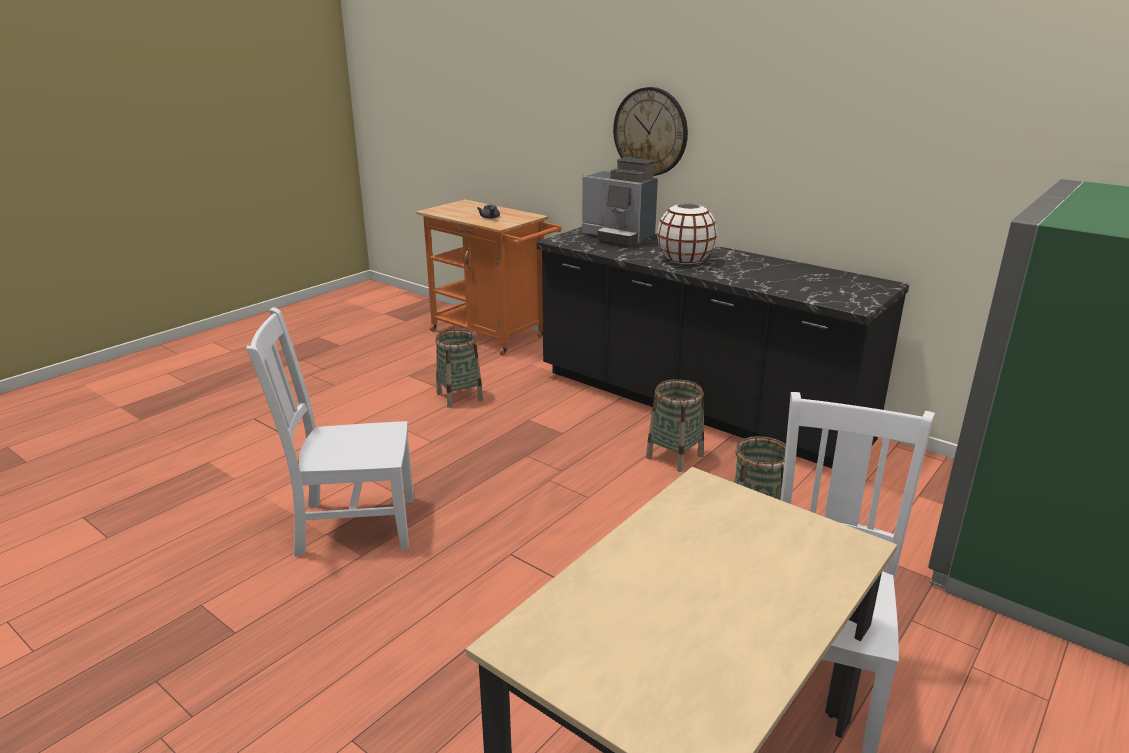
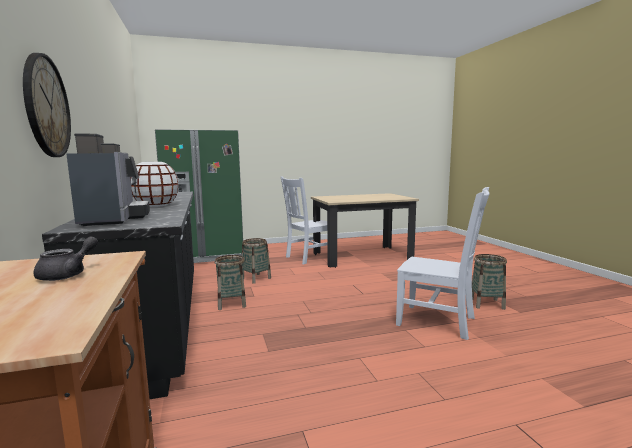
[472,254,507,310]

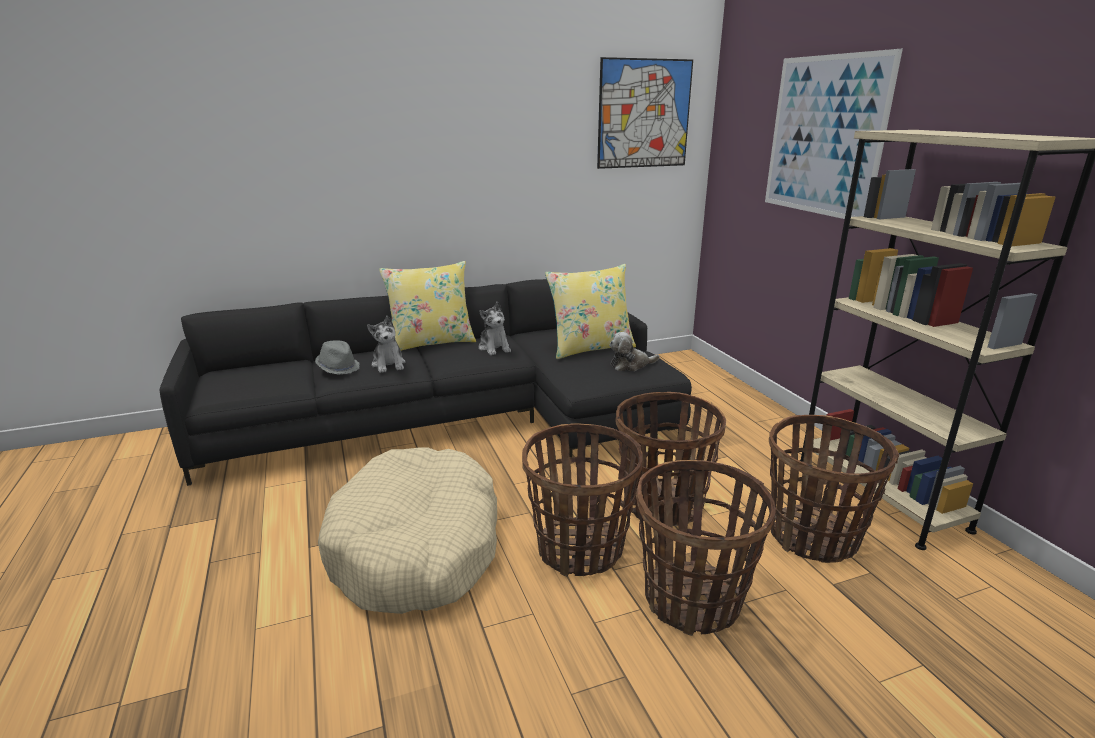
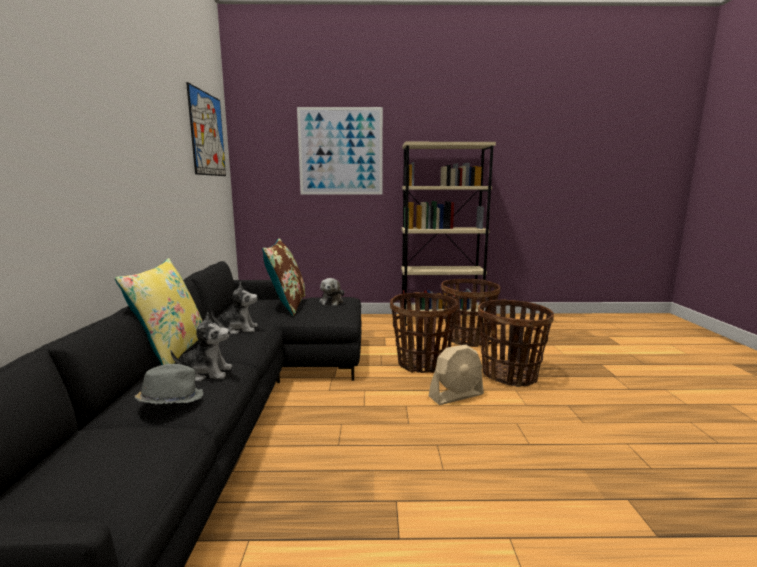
[262,239,305,316]
[429,345,484,405]
[318,447,497,614] (first image)

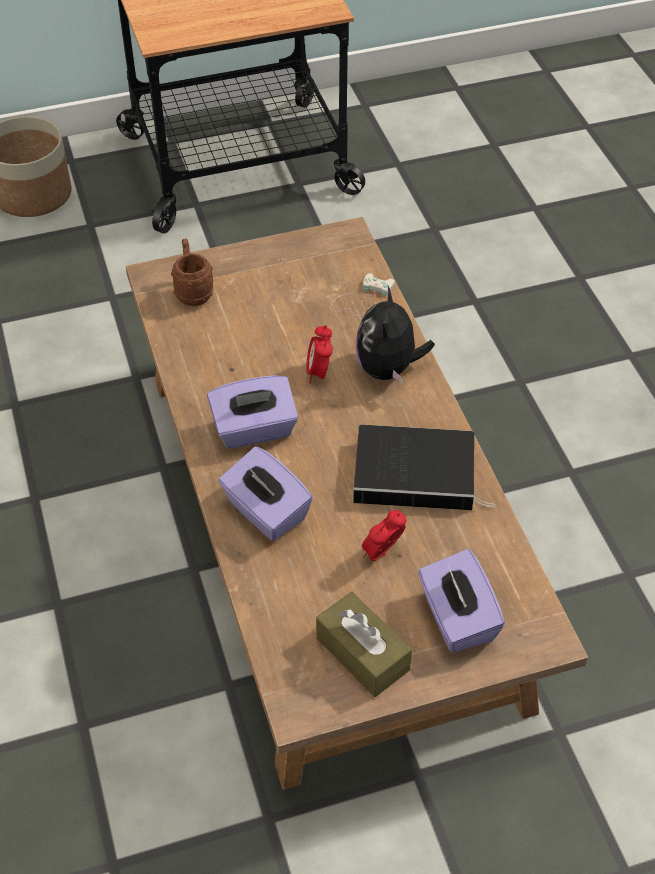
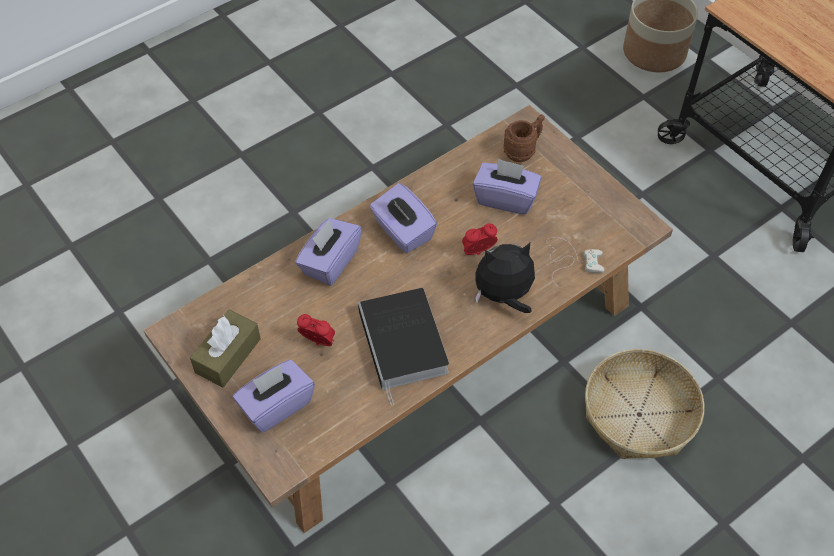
[473,158,541,215]
[585,349,705,459]

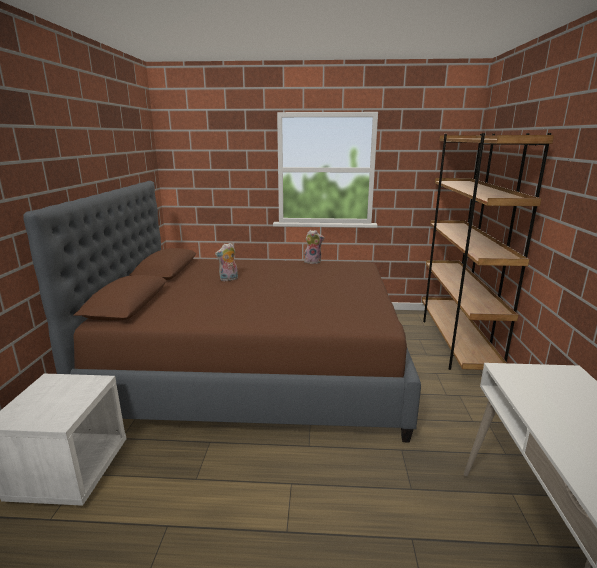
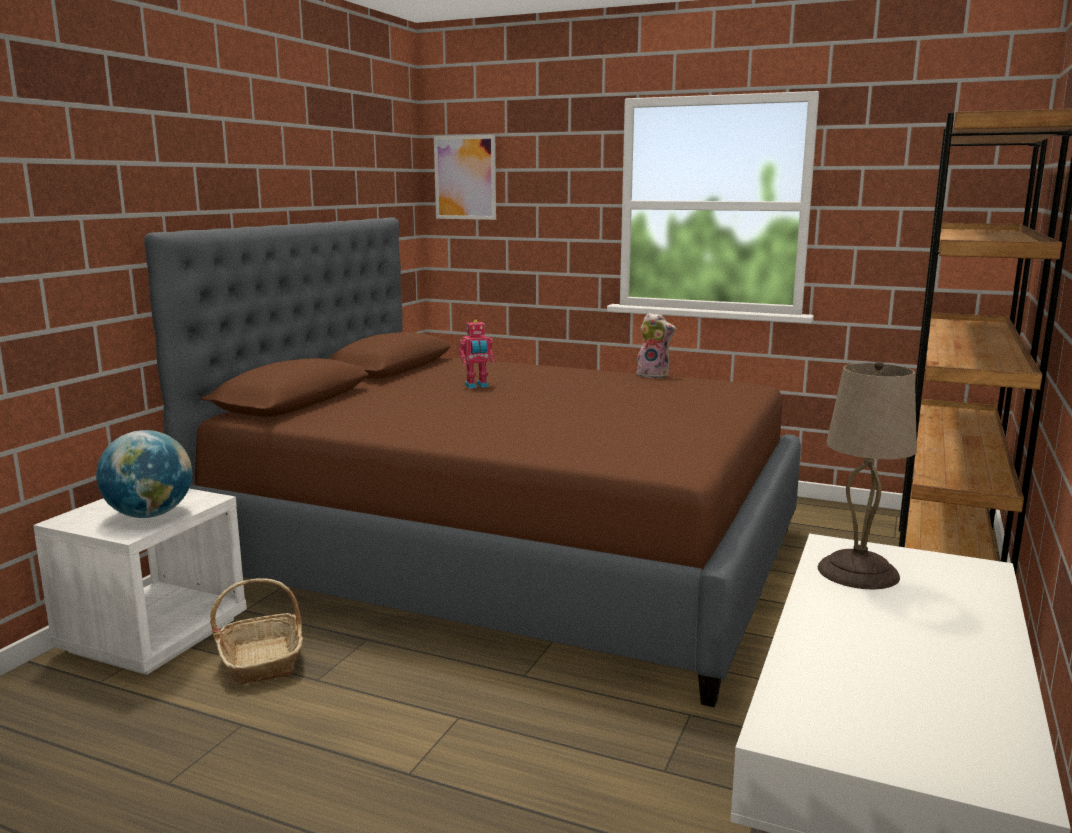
[459,320,494,389]
[434,135,496,220]
[818,361,917,589]
[96,430,192,518]
[210,578,303,685]

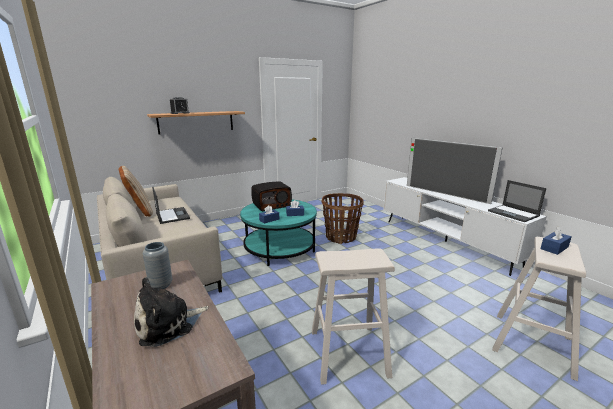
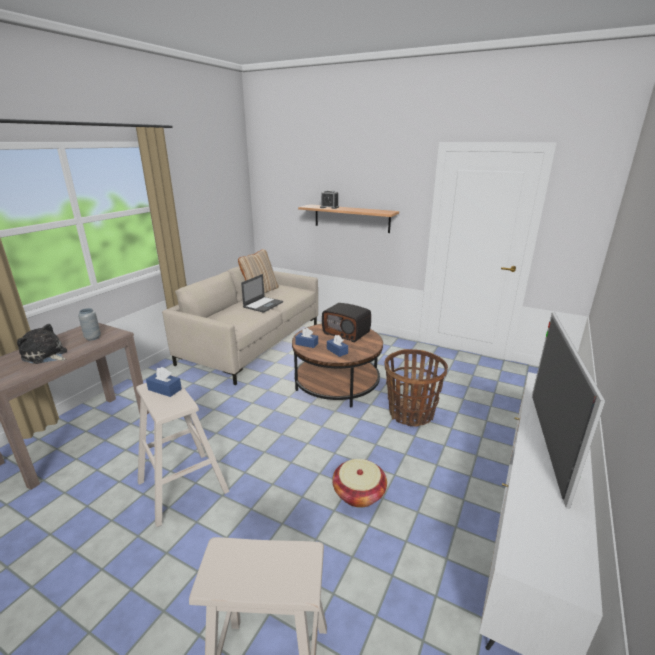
[488,180,546,222] (first image)
[292,324,383,408]
[146,367,182,397]
[332,459,387,508]

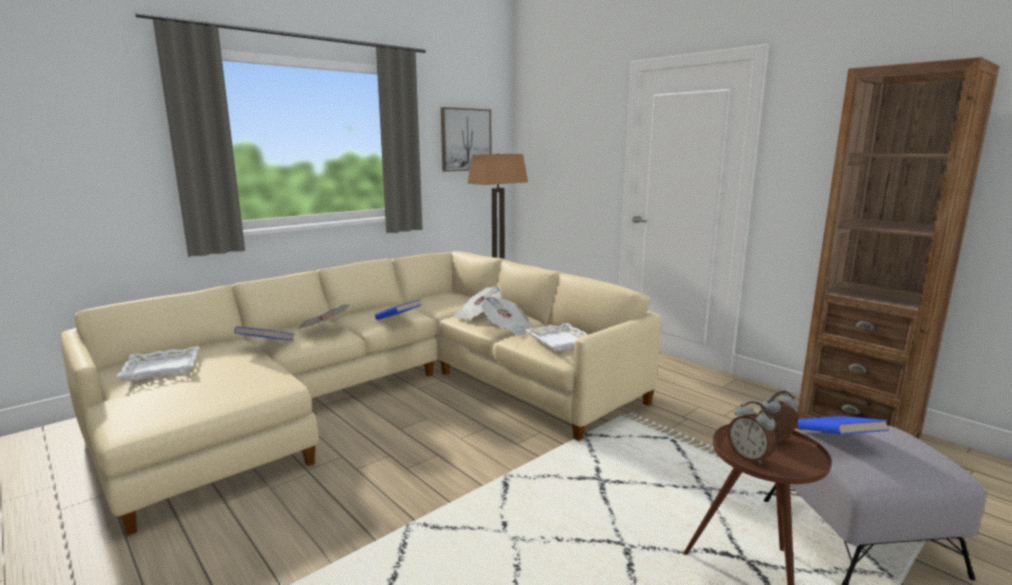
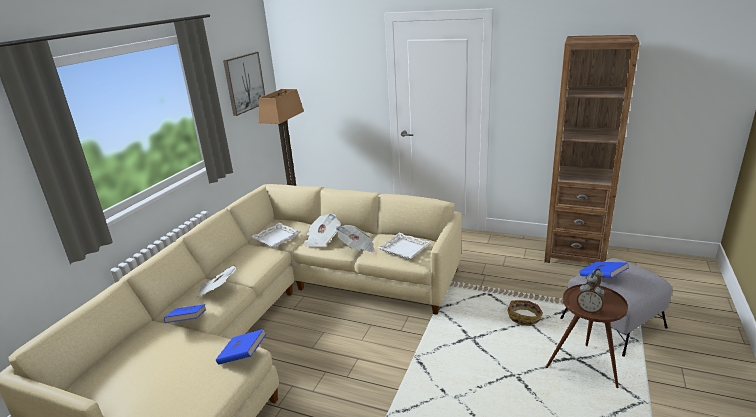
[216,329,267,364]
[251,223,301,248]
[507,300,543,326]

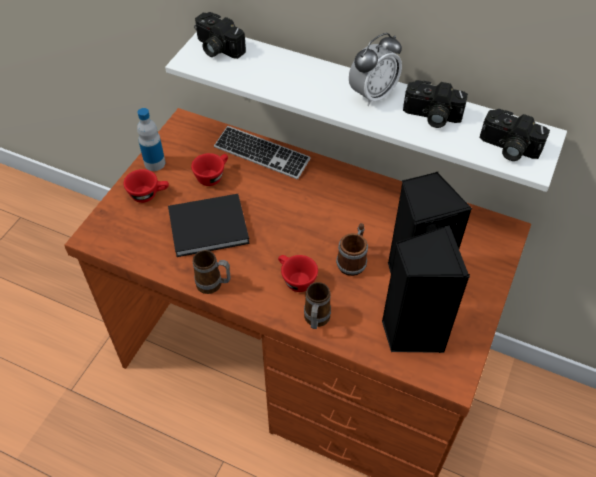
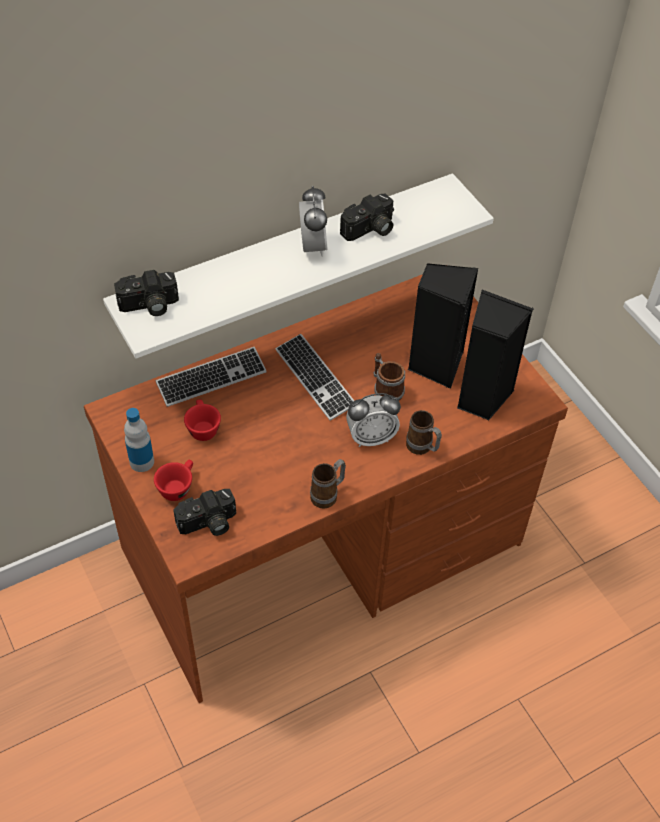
[173,489,236,536]
[168,194,250,257] (first image)
[346,393,401,447]
[275,334,354,421]

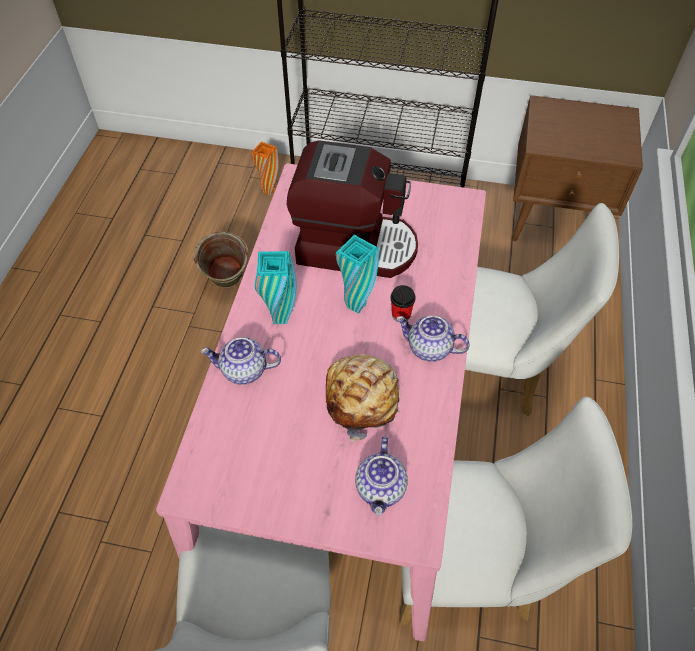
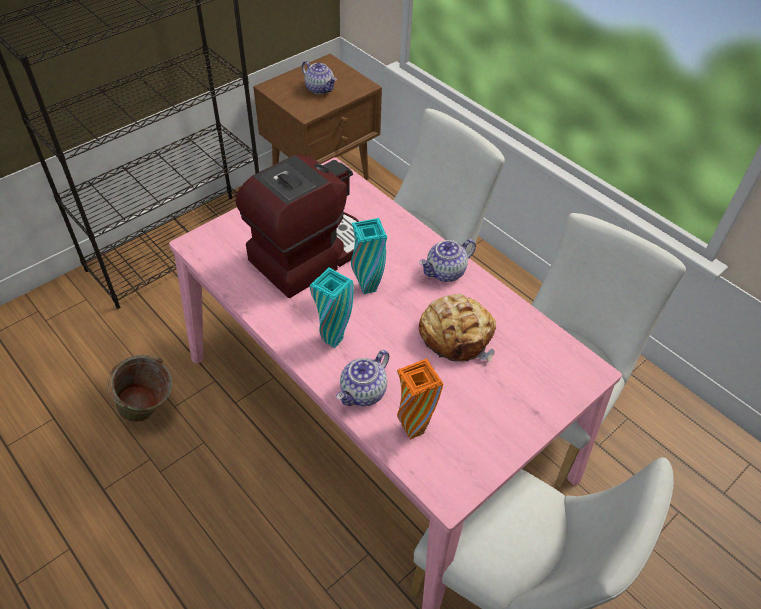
[397,358,443,440]
[390,285,416,322] (first image)
[302,61,337,94]

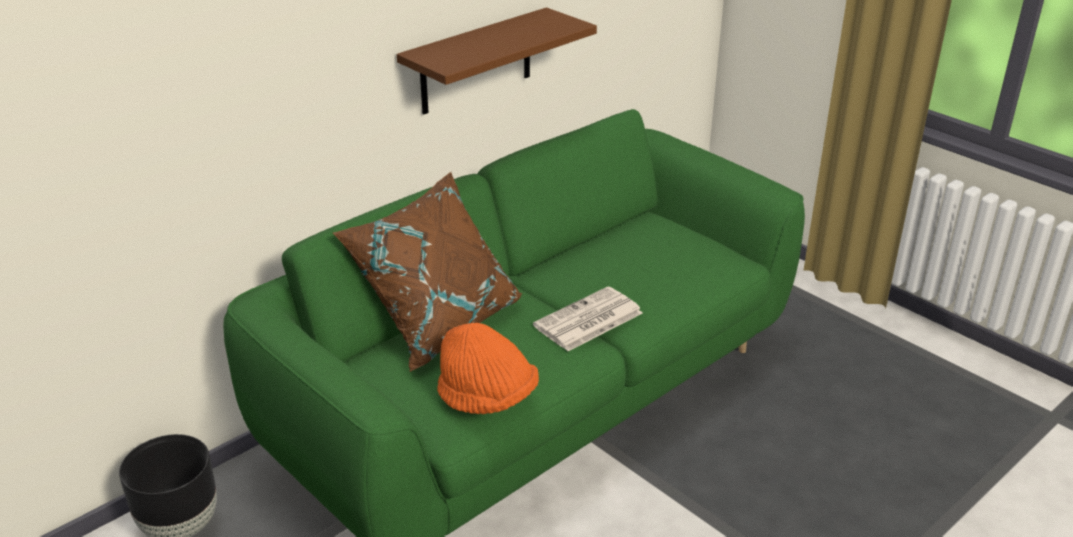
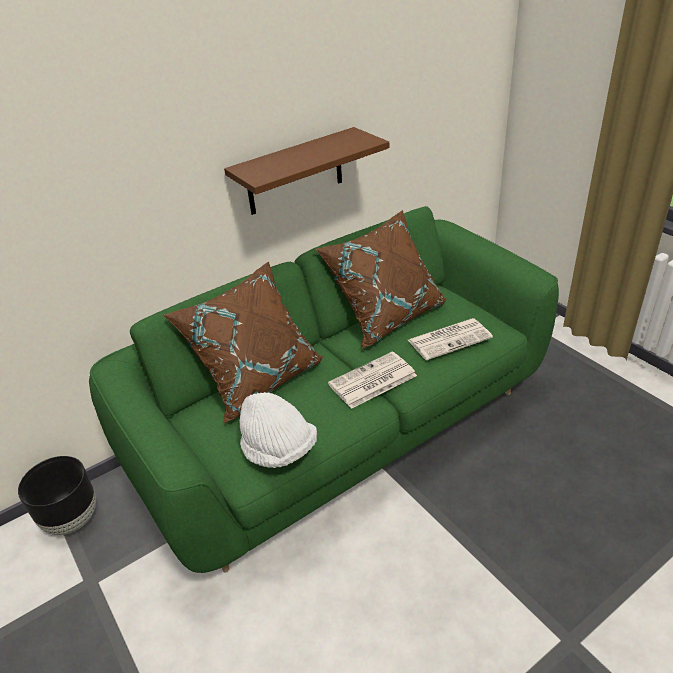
[239,392,317,468]
[315,210,447,348]
[408,318,493,360]

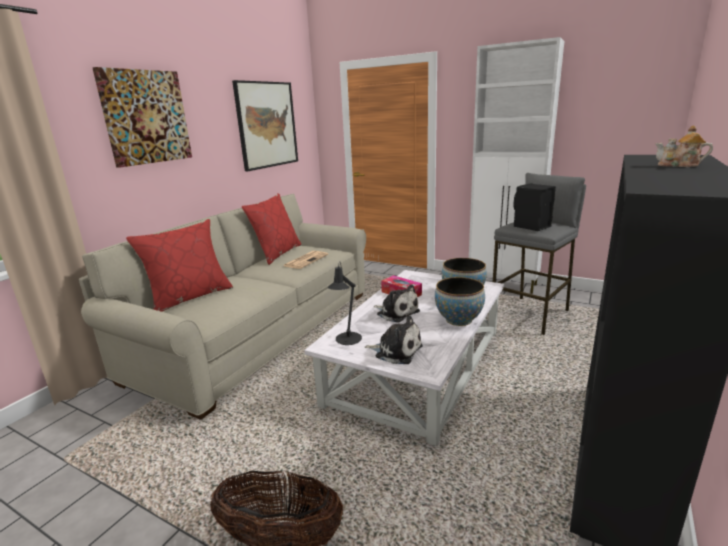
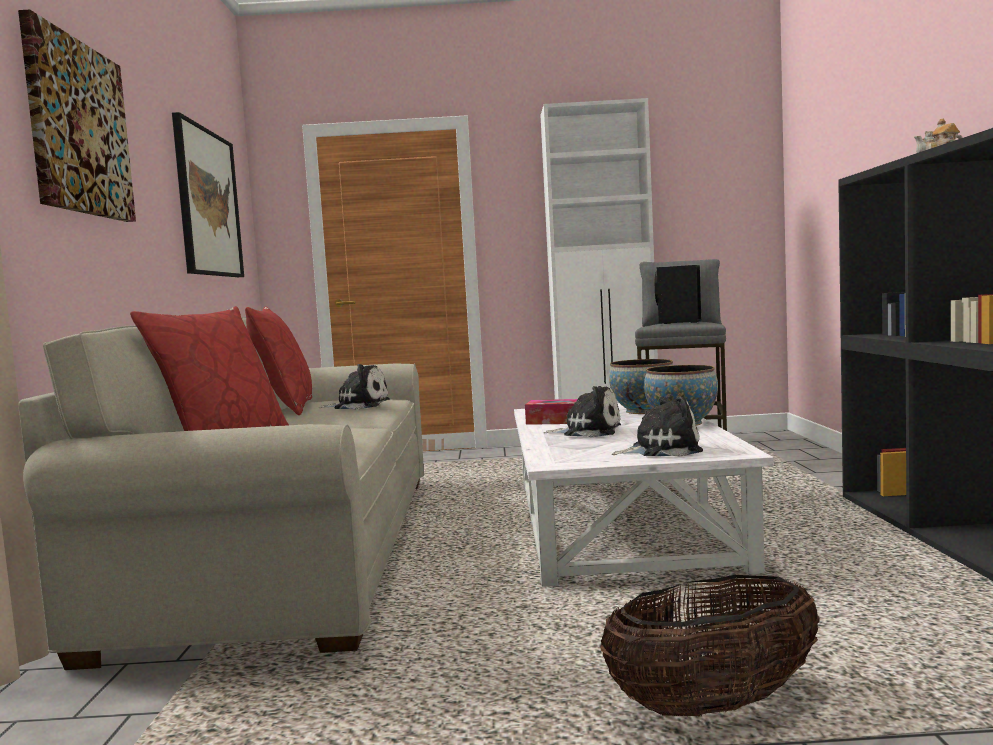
[319,364,390,410]
[328,261,362,345] (first image)

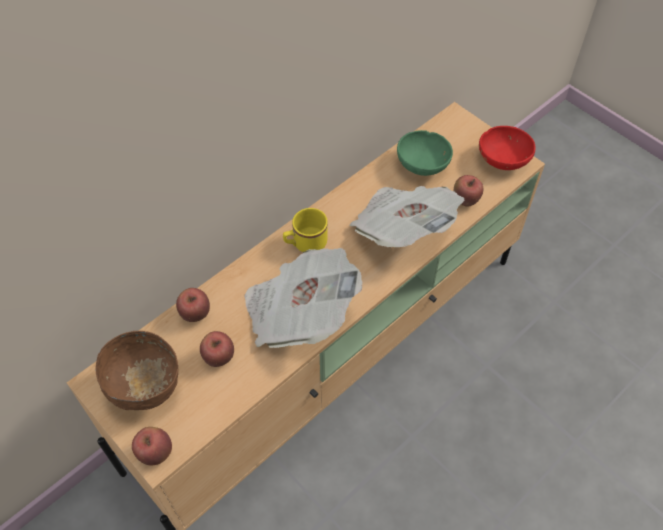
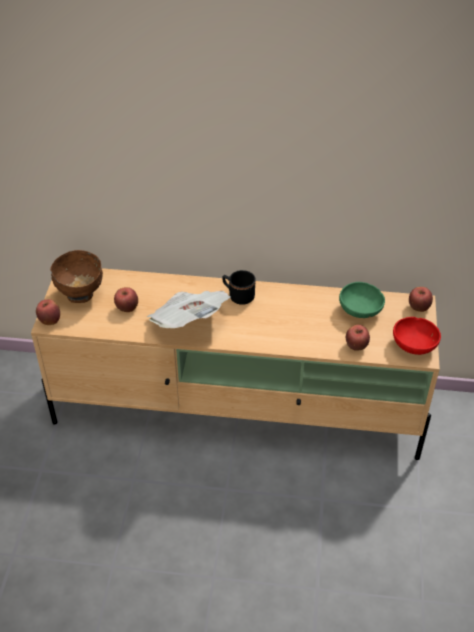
[350,186,465,247] (first image)
[222,270,256,305]
[409,287,433,312]

